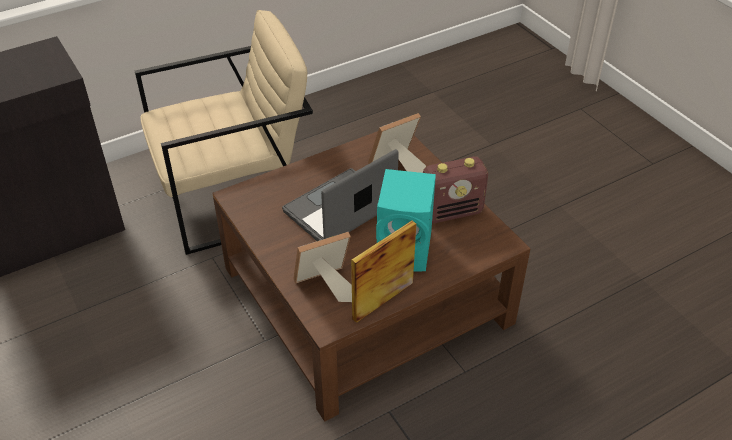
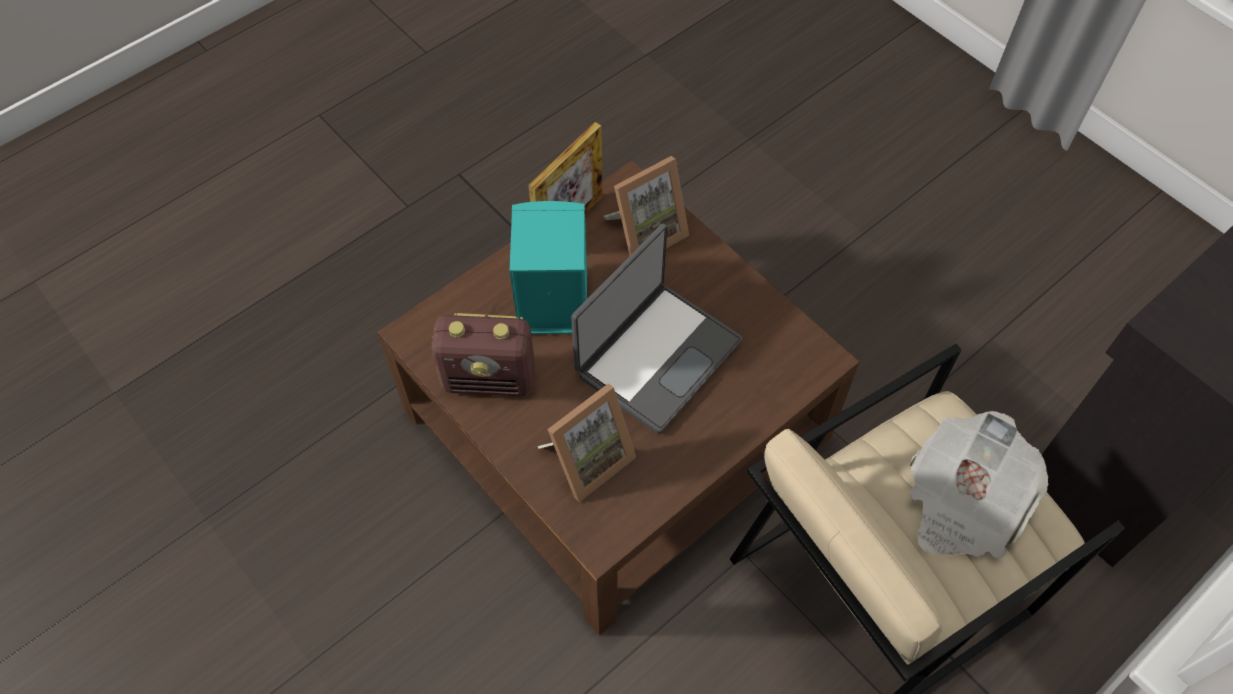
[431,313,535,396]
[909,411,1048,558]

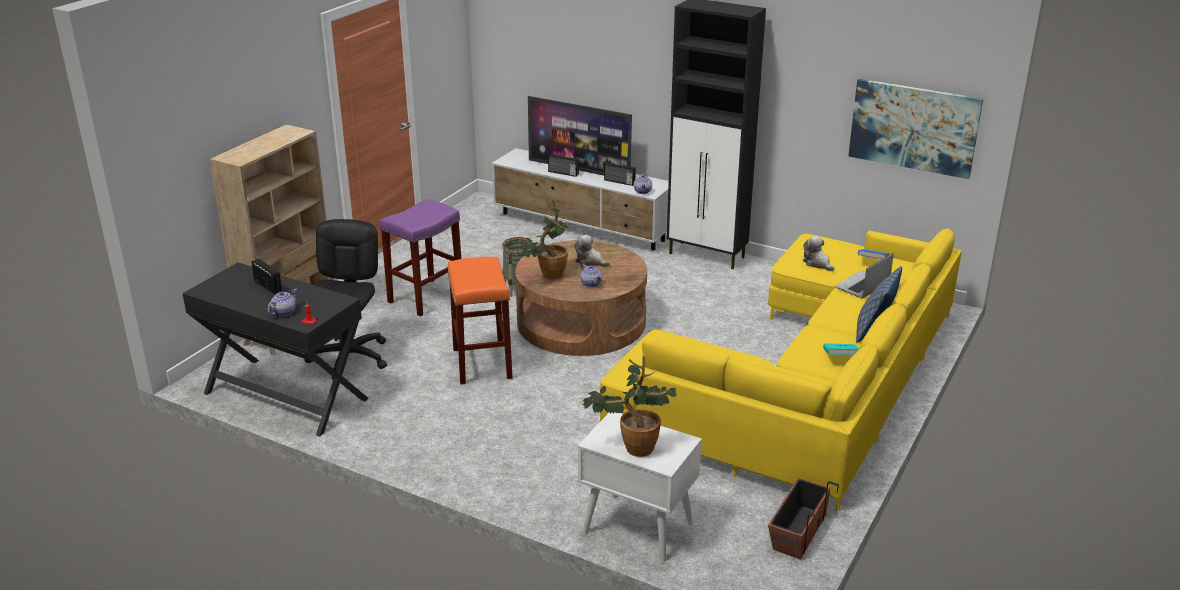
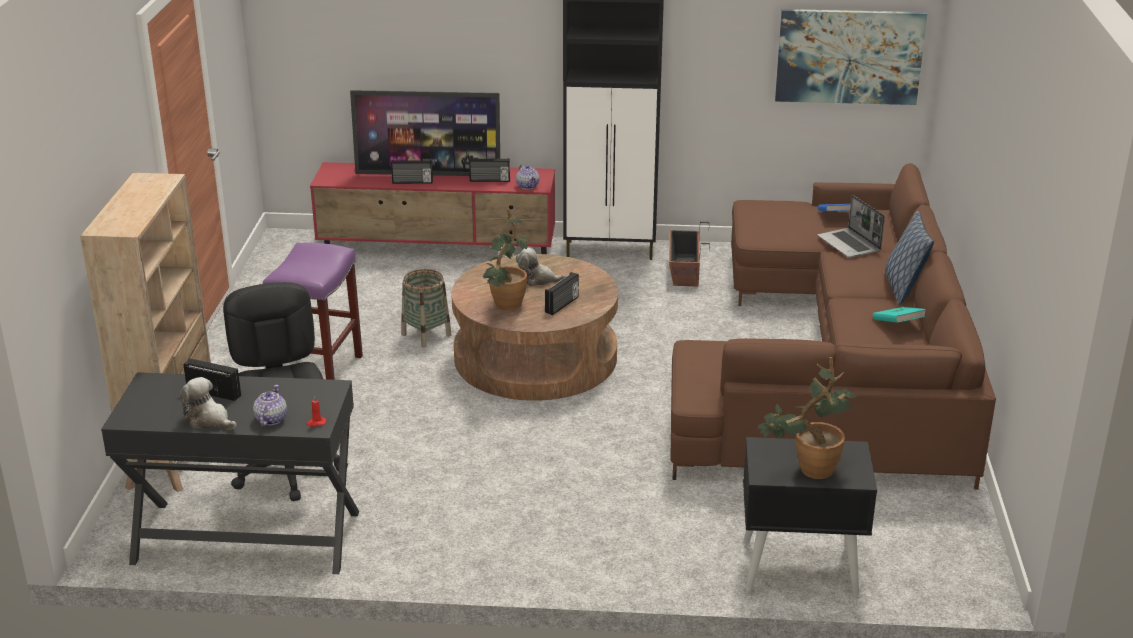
[310,162,555,254]
[670,163,996,490]
[180,377,237,430]
[817,195,885,258]
[448,257,512,385] (first image)
[545,272,579,315]
[743,437,877,596]
[669,222,710,287]

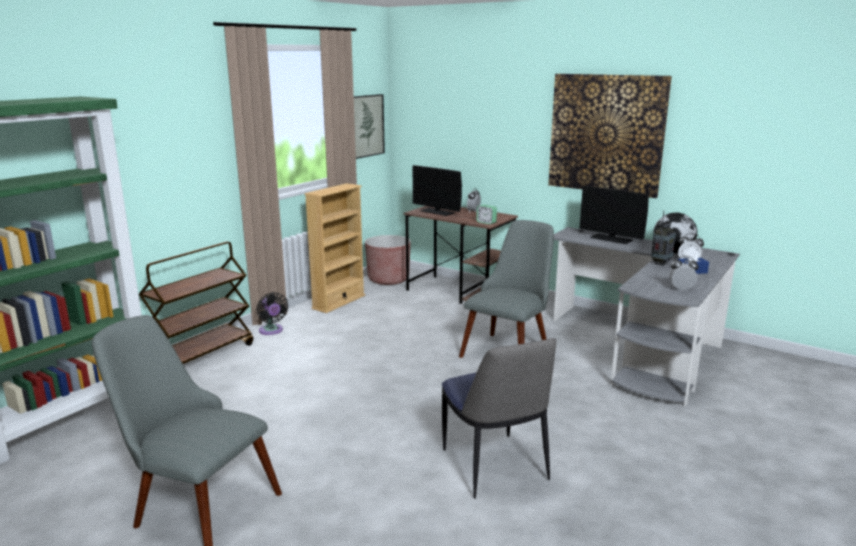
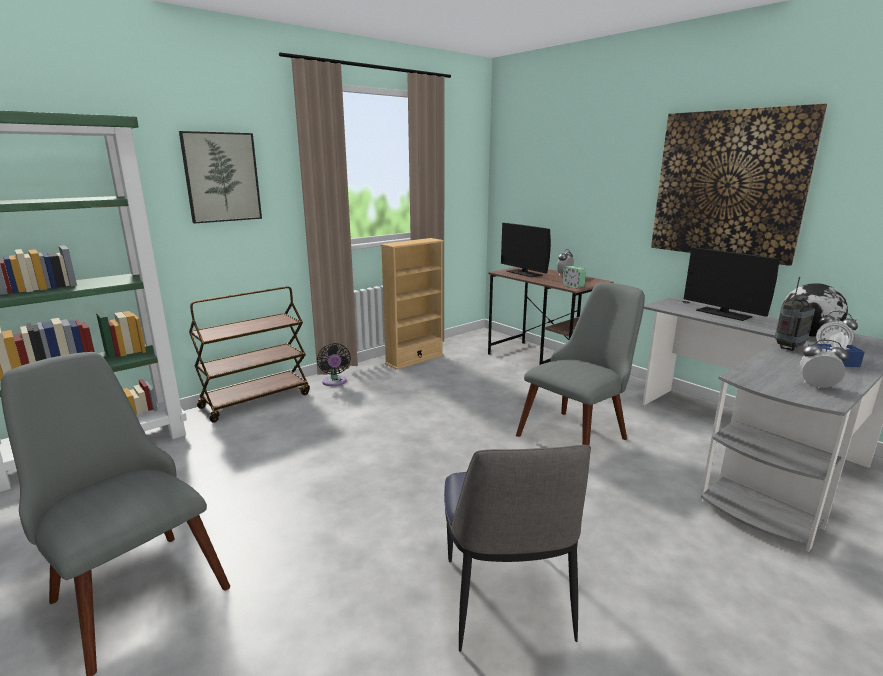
[179,131,262,223]
[365,235,411,285] (first image)

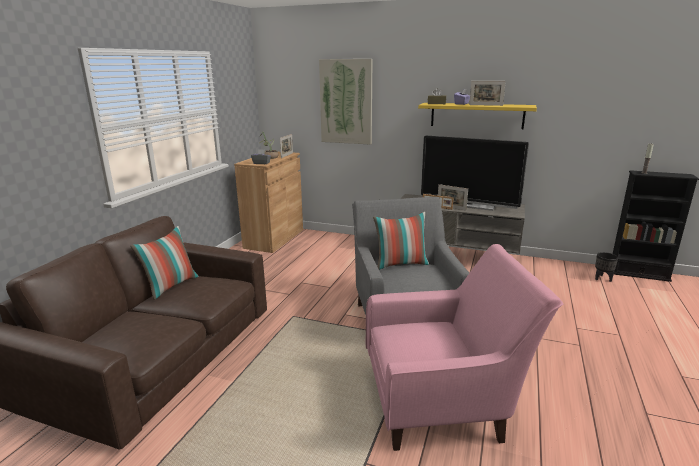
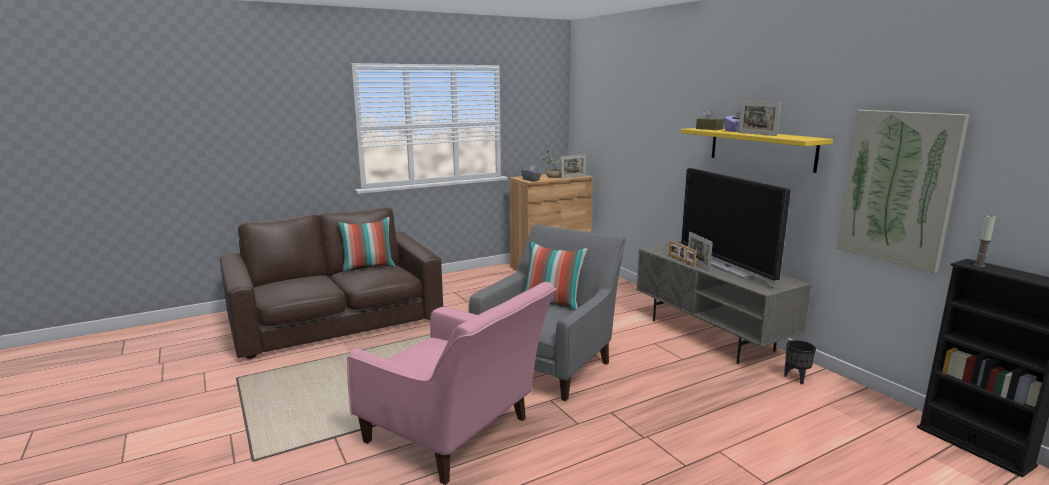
[837,110,969,274]
[784,340,816,384]

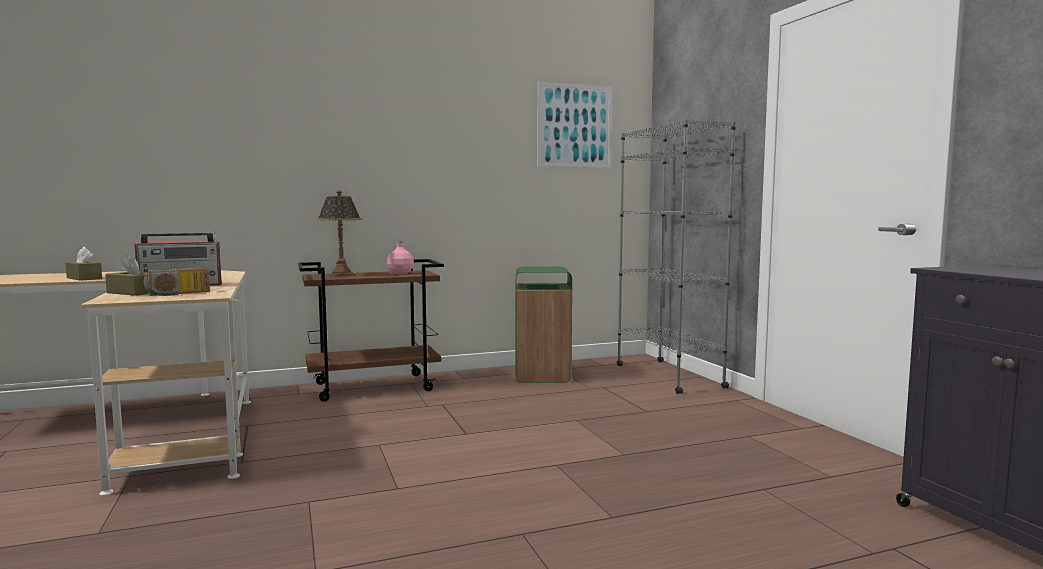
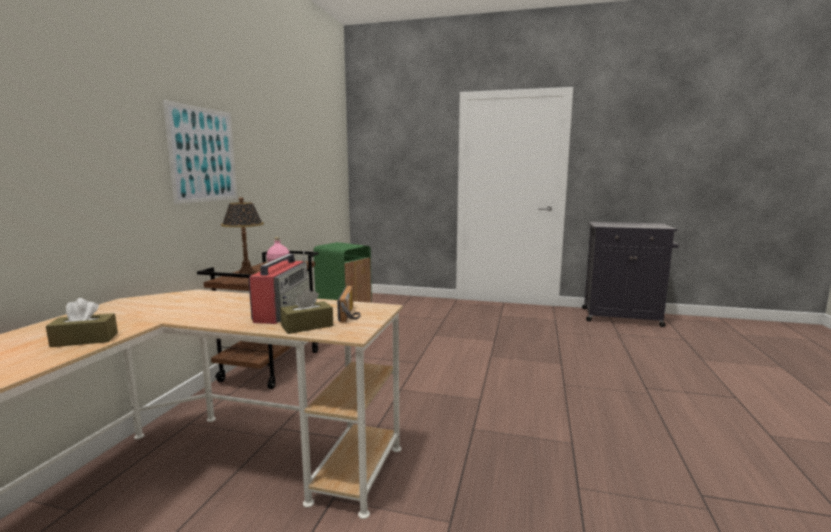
[163,100,238,204]
[617,119,736,394] (first image)

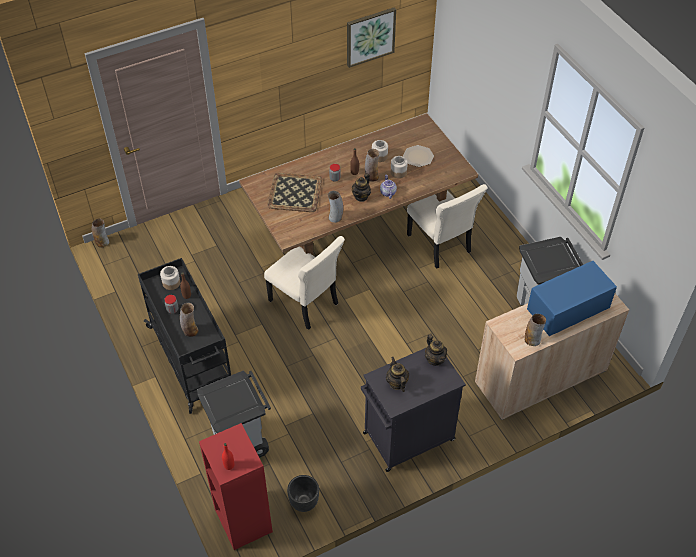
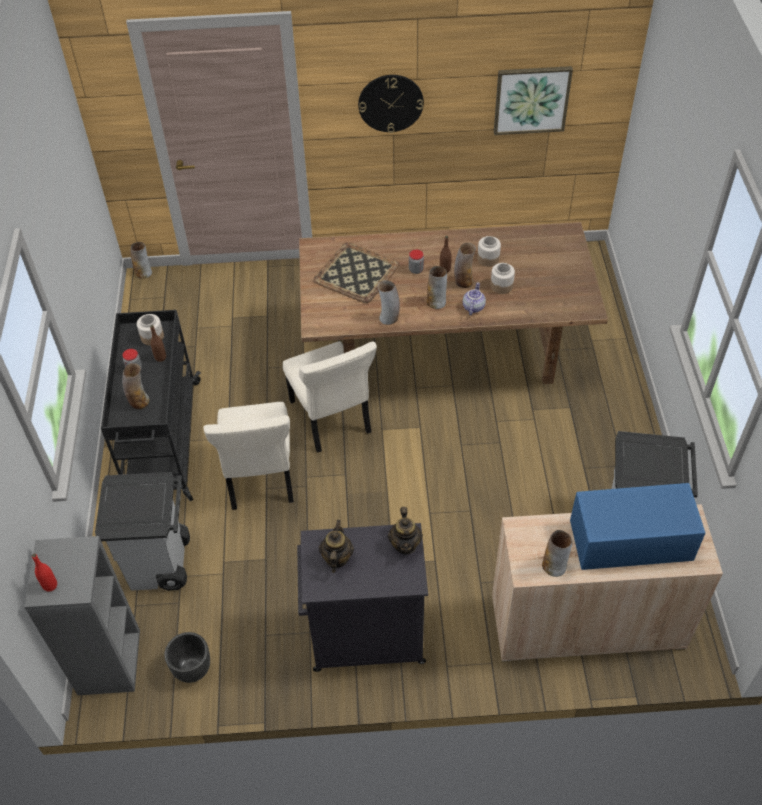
[403,145,434,167] (first image)
[427,266,447,309]
[203,402,294,510]
[24,536,140,695]
[358,75,424,133]

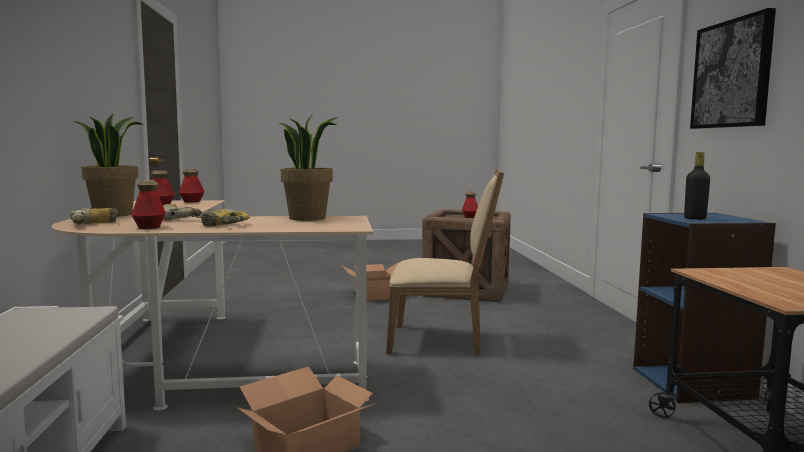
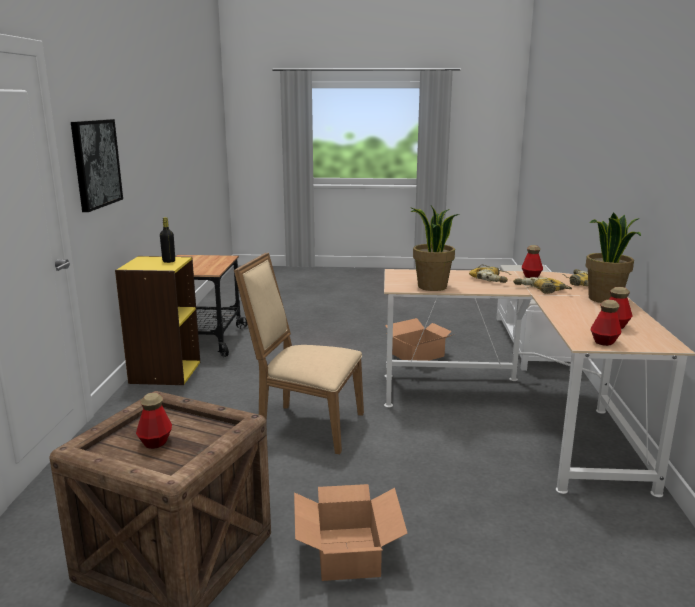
[115,256,200,385]

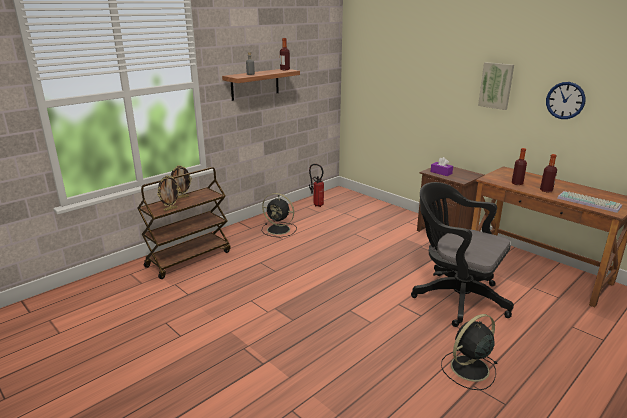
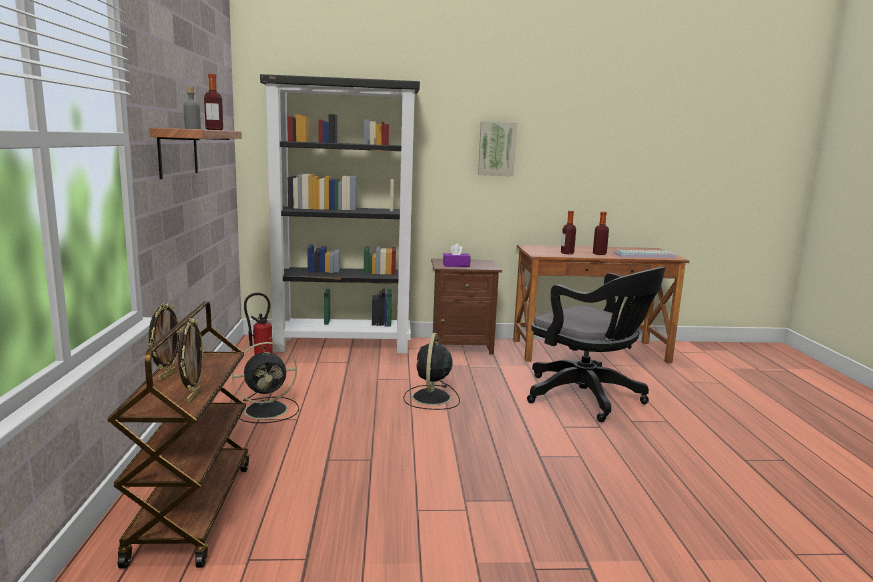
[546,82,586,119] (first image)
[527,267,666,422]
[403,333,460,410]
[260,74,420,354]

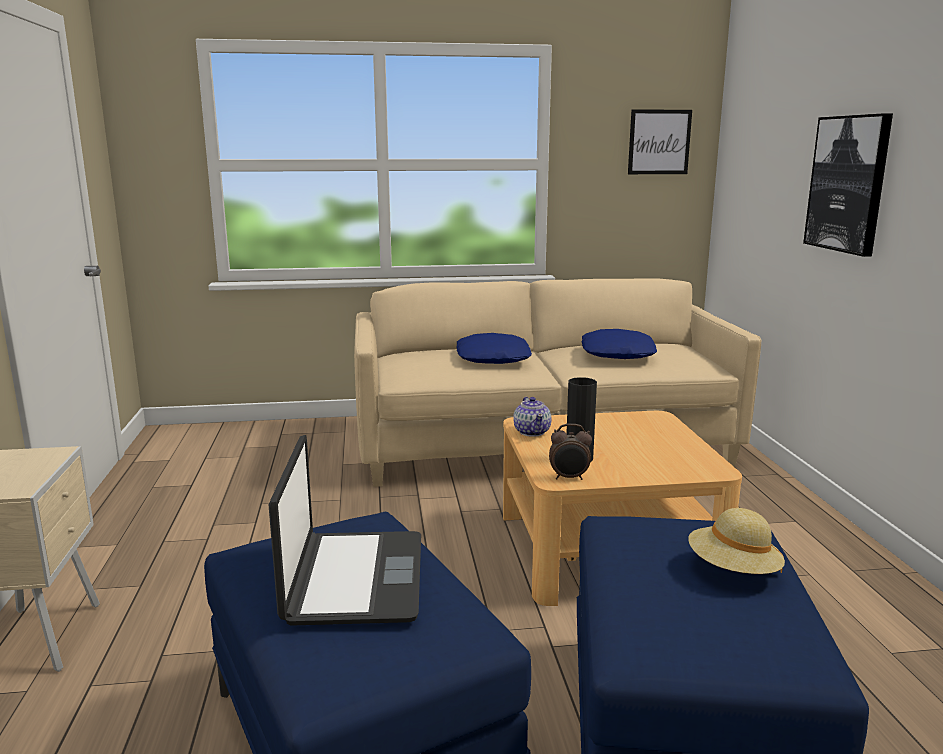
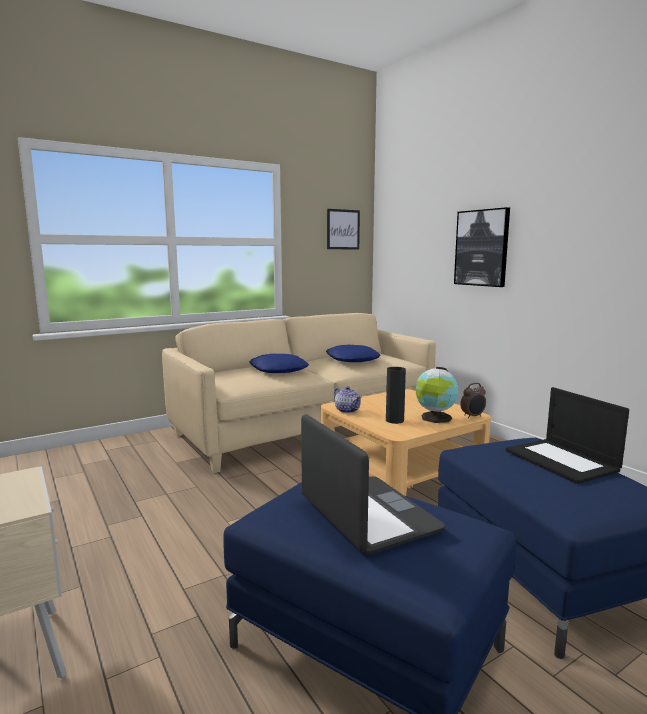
[460,383,486,418]
[506,387,629,484]
[416,367,458,423]

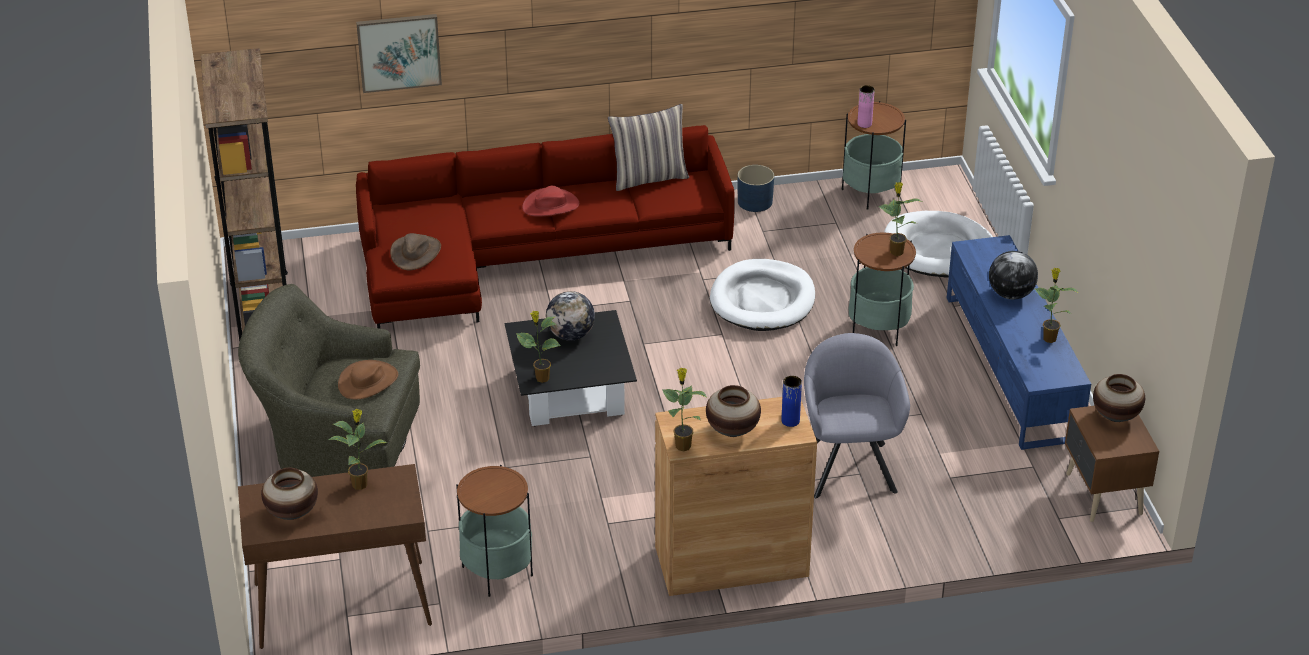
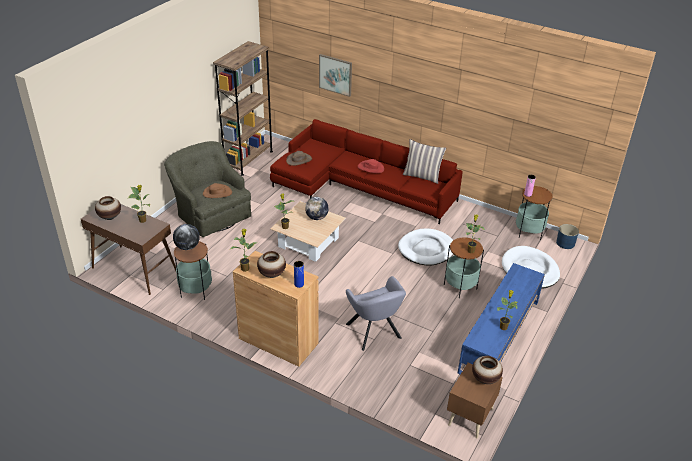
[556,224,579,249]
[173,224,200,250]
[270,201,346,262]
[346,276,406,351]

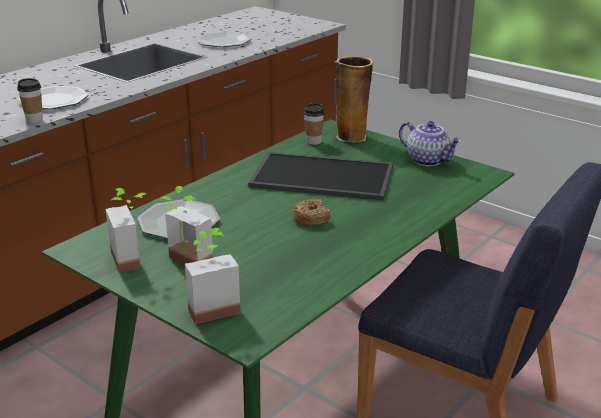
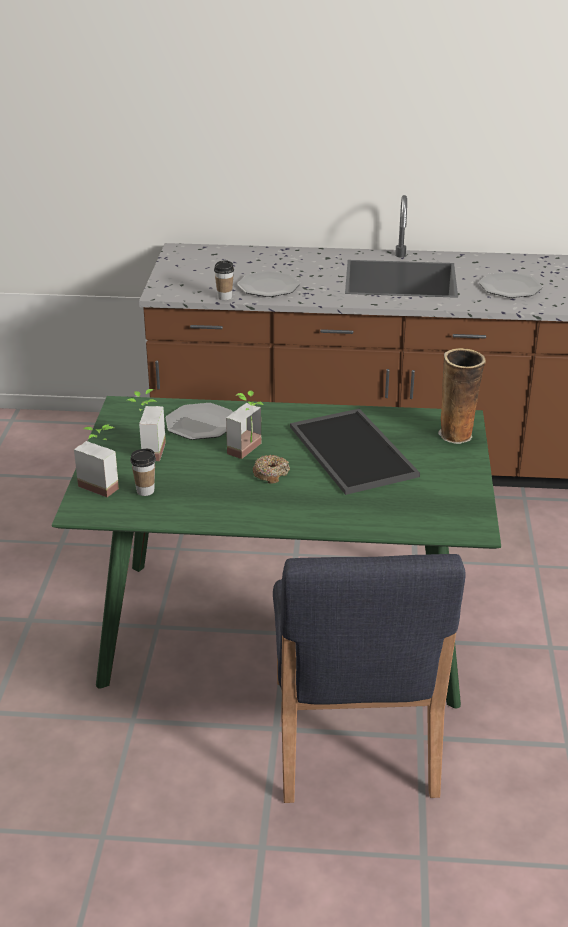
[130,449,156,496]
[399,121,462,166] (first image)
[226,390,264,459]

